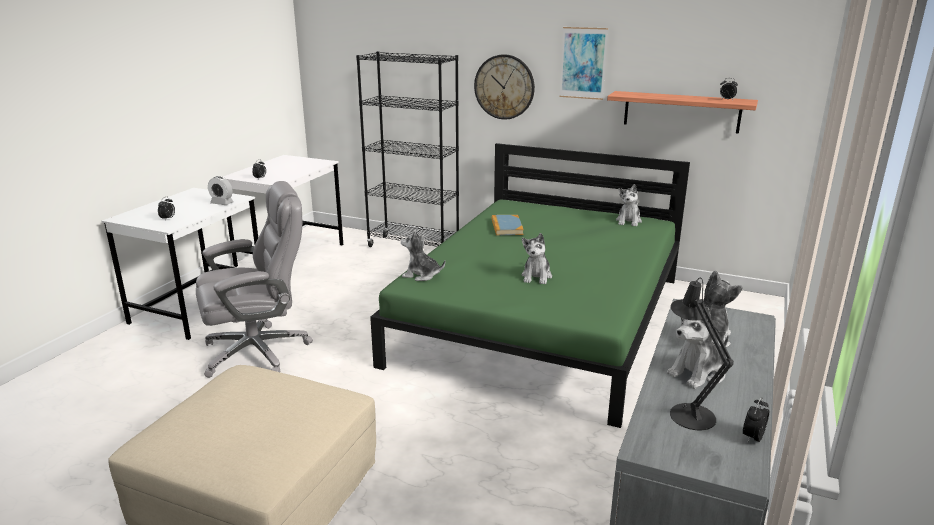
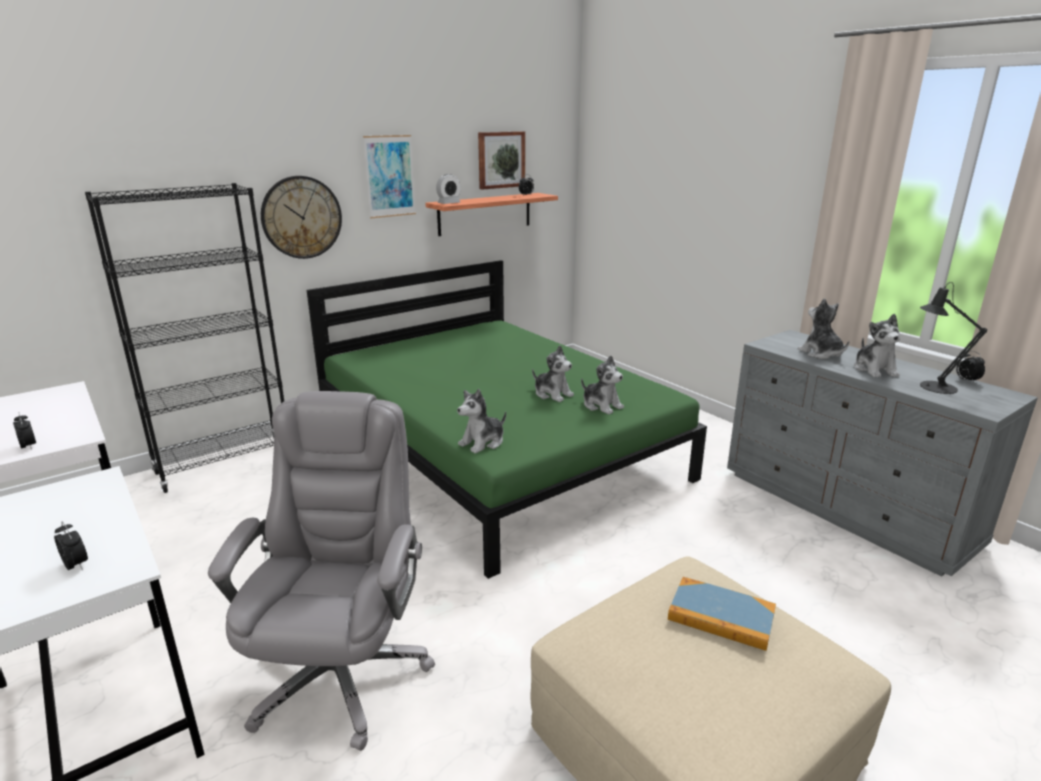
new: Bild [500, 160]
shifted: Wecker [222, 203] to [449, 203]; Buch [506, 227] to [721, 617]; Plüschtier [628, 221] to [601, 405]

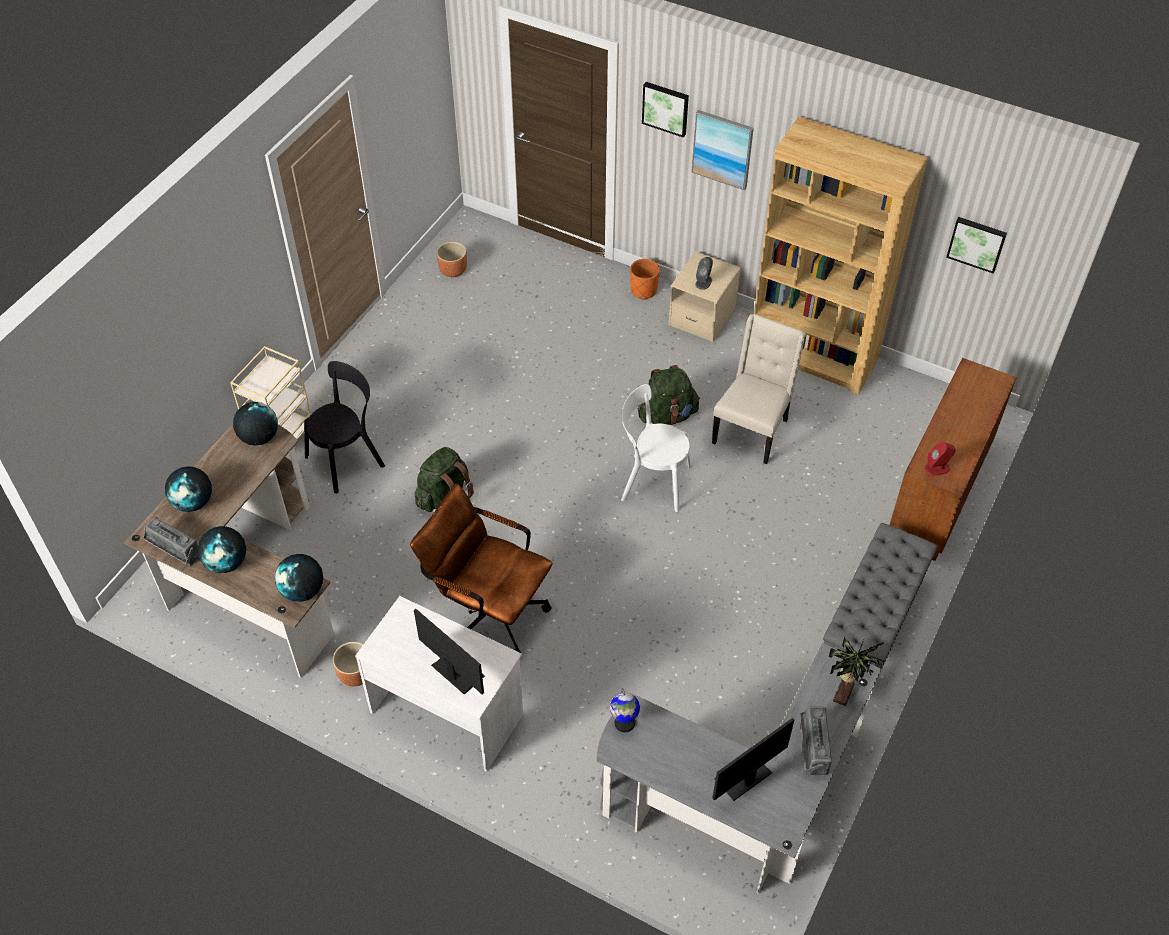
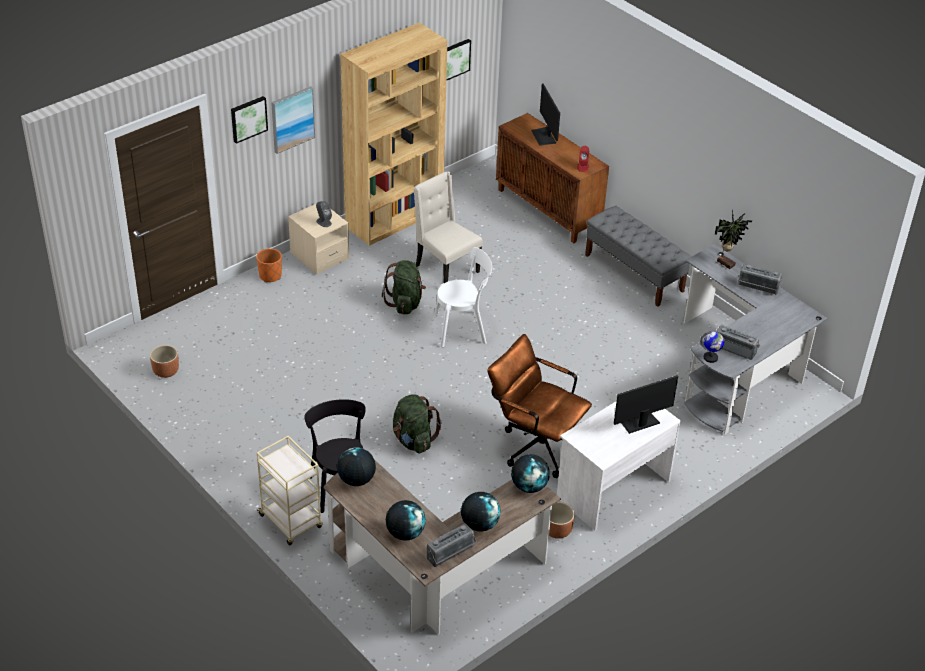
new: Radio [735, 348]
shifted: Monitor [743, 777] to [544, 136]
rotated: Bürostuhl [braun] [488, 611] = [534, 444] 75 degrees clockwise; Stuhl [weiß] [652, 482] = [463, 329] 135 degrees counterclockwise

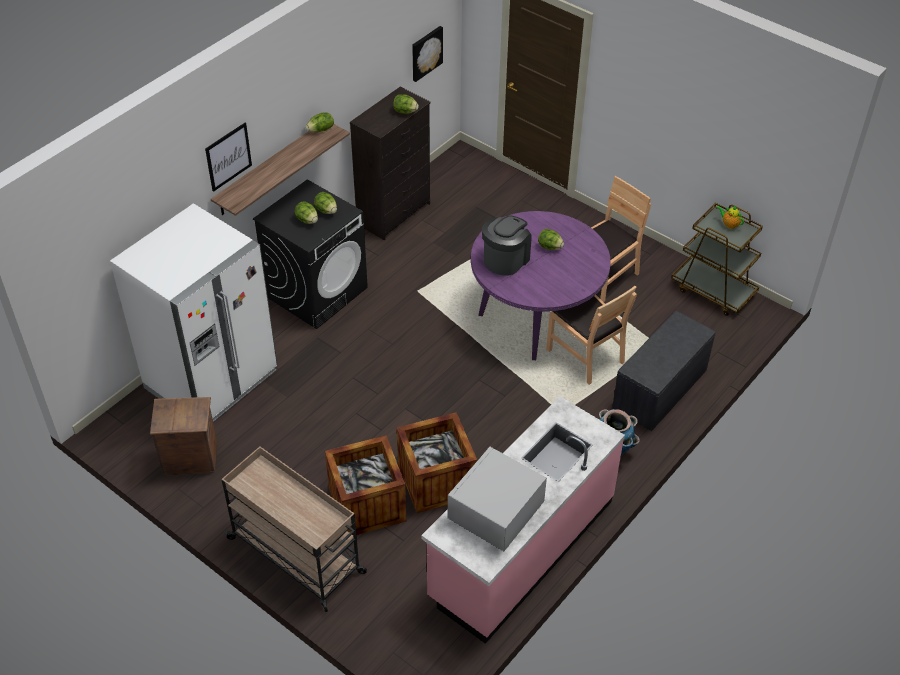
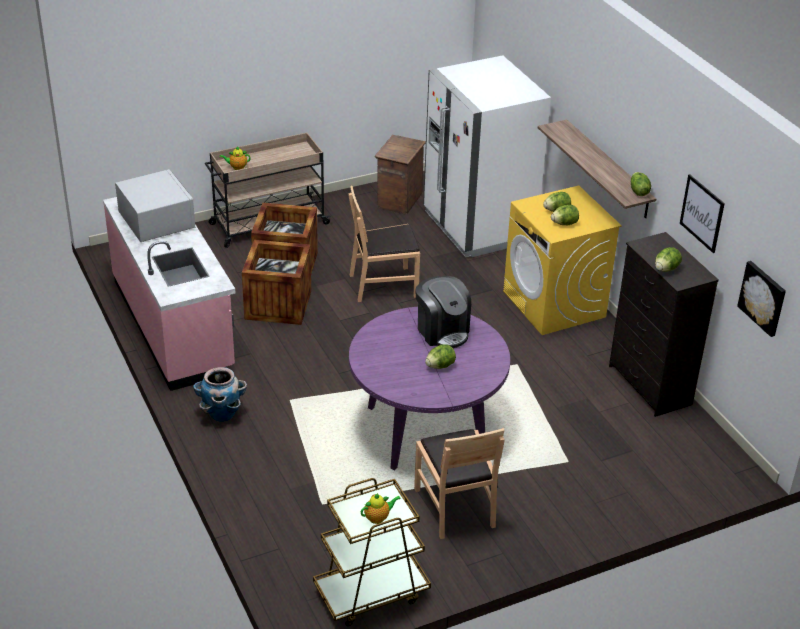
gone: Bank [grau] [660, 390]
new: Teekanne [237, 167]
shifted: Bild [228, 156] to [702, 213]; Stuhl [braun] [585, 355] to [383, 285]
repainted: Waschmaschine [schwarz] [317, 292] to Waschmaschine [gelb] [554, 304]

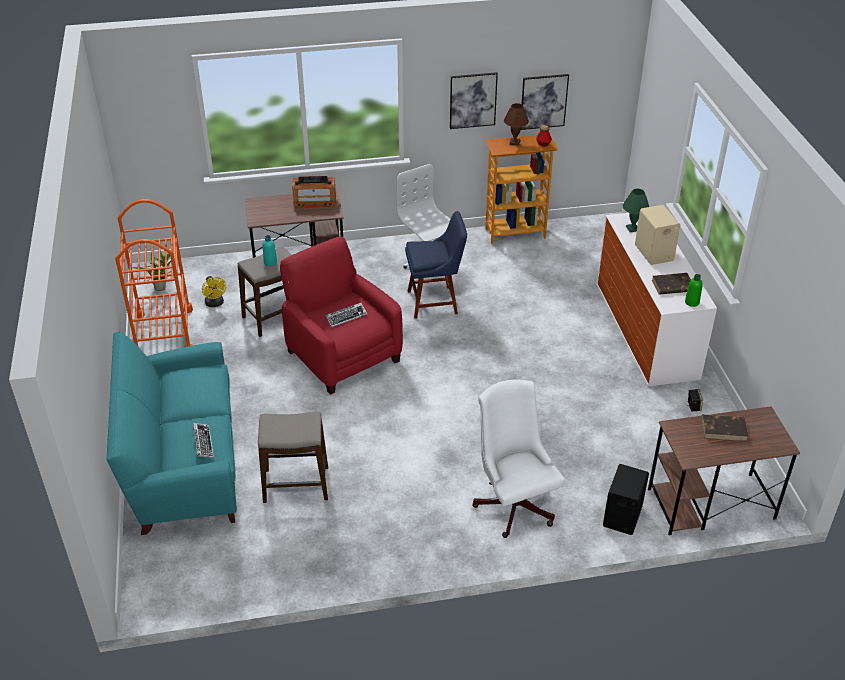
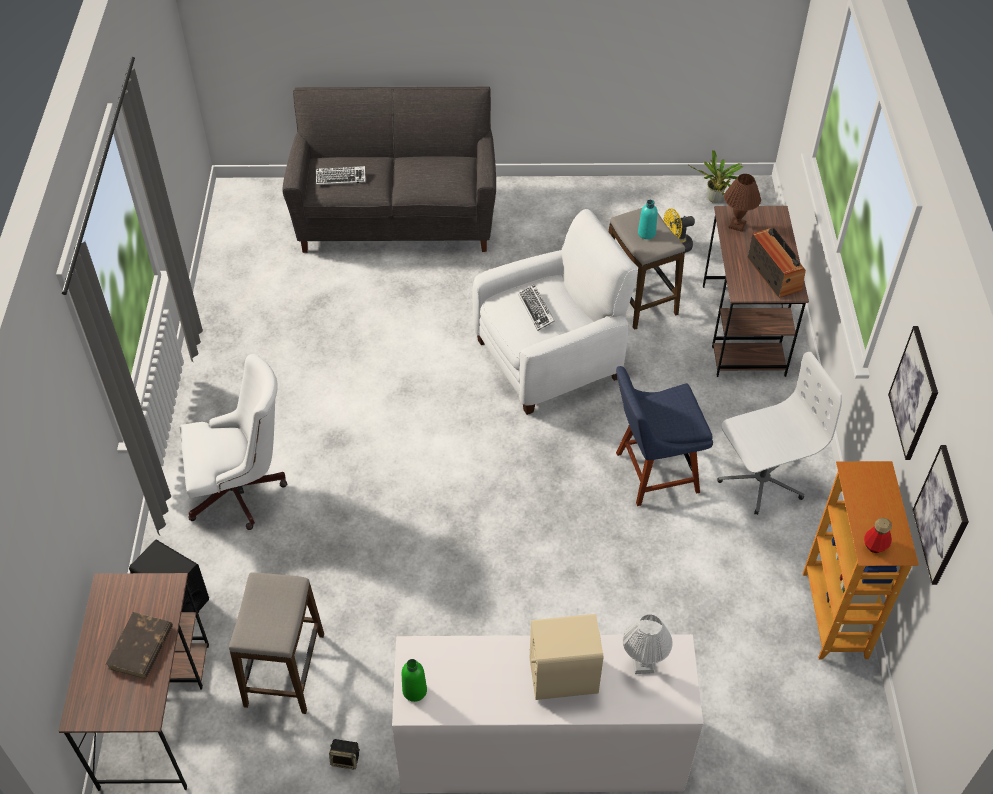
gone: Rollwagen [orange] [164, 333]; Buch [braun] [672, 286]
shifted: Hocker [296, 485] to [285, 670]; Tischlampe [braun] [515, 142] to [737, 225]
repainted: Sofa [türkis] [184, 465] to Sofa [grau] [397, 217]; Sessel [rot] [342, 355] to Sessel [weiß] [550, 358]; Tischlampe [grün] [632, 229] to Tischlampe [weiß] [642, 664]
rotated: Radio [314, 201] = [774, 274] 150 degrees clockwise; Stuhl [blau] [435, 302] = [652, 473] 75 degrees clockwise

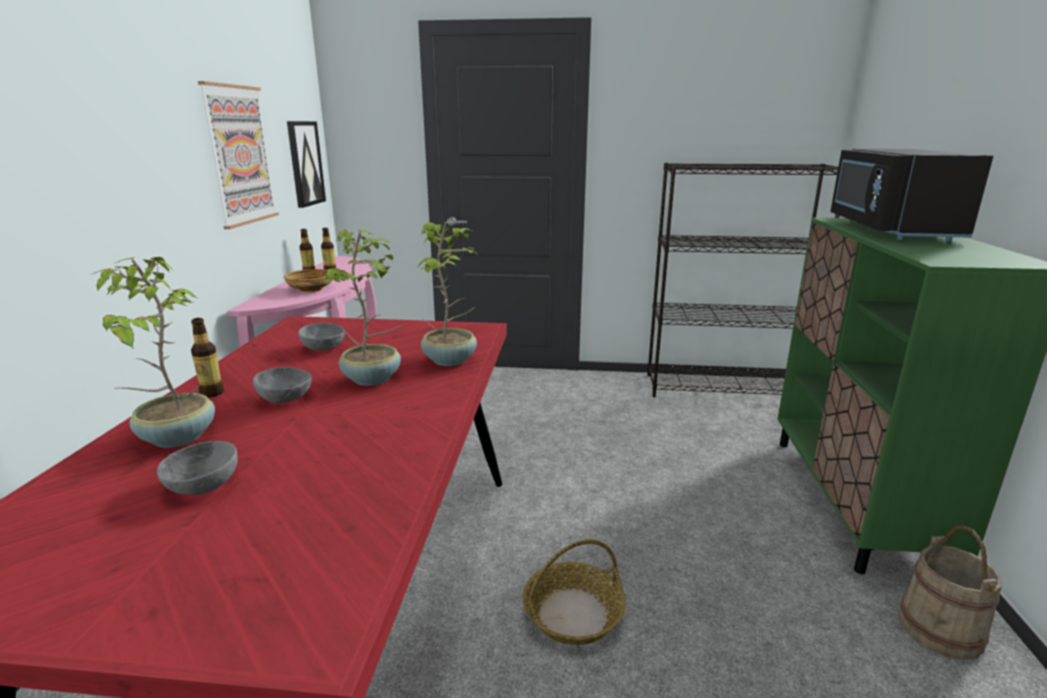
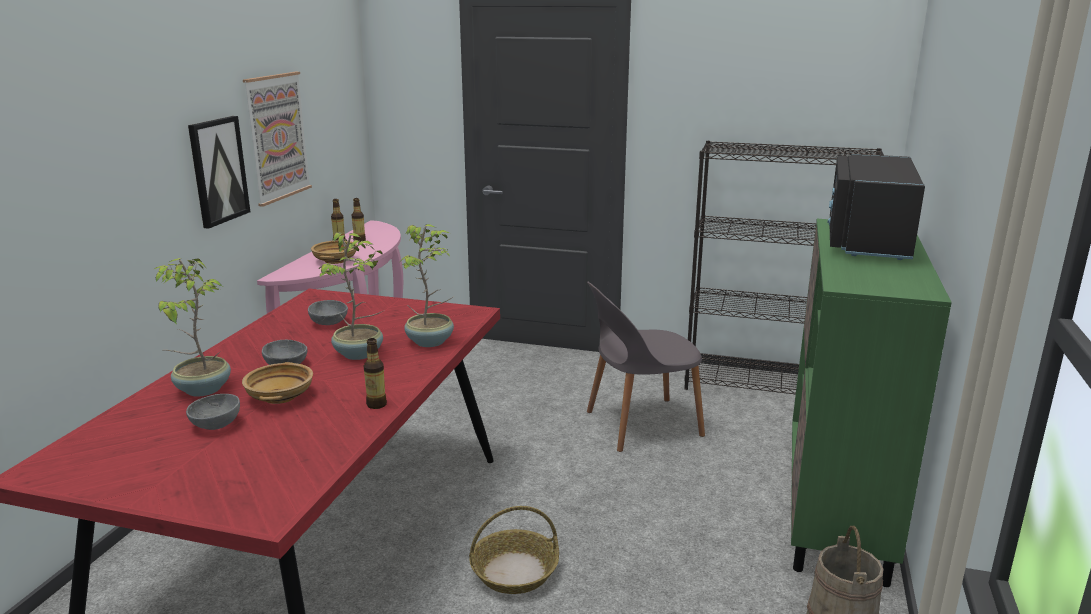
new: Schüssel [beige] [280, 397]; Stuhl [grau] [640, 424]
shifted: Flasche [212, 393] to [376, 405]; Bild [305, 163] to [218, 171]

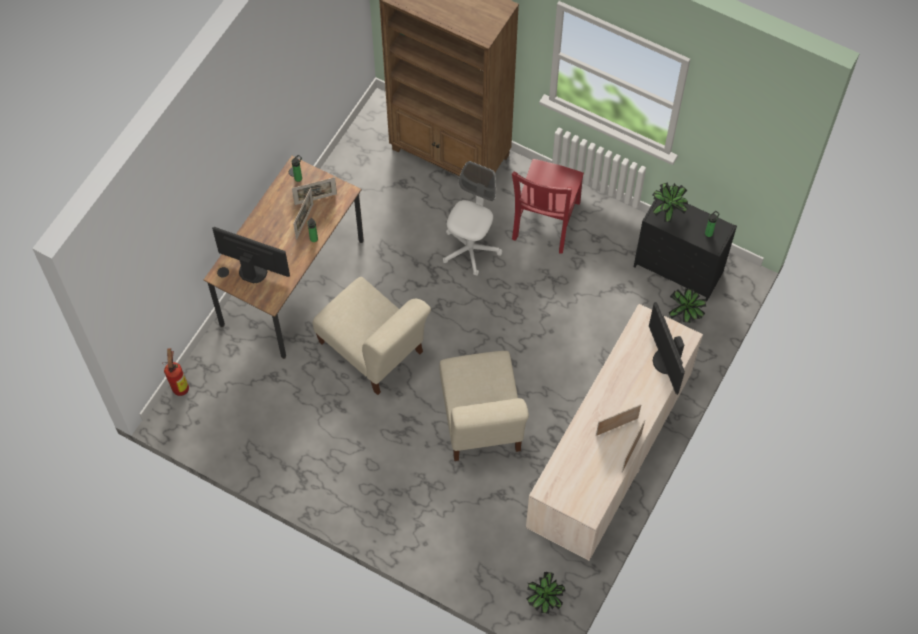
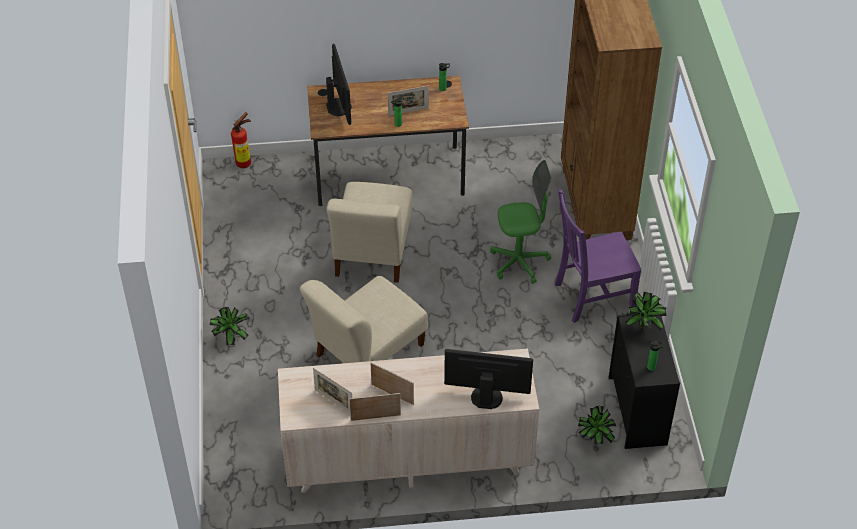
shifted: Bilderrahmen [315, 199] to [334, 402]; Topfpflanze [543, 601] to [231, 338]
repainted: Bürostuhl [weiß] [470, 249] to Bürostuhl [grün] [519, 262]; Stuhl [rot] [545, 223] to Stuhl [lila] [591, 296]
rotated: Monitor [665, 361] = [486, 396] 60 degrees clockwise

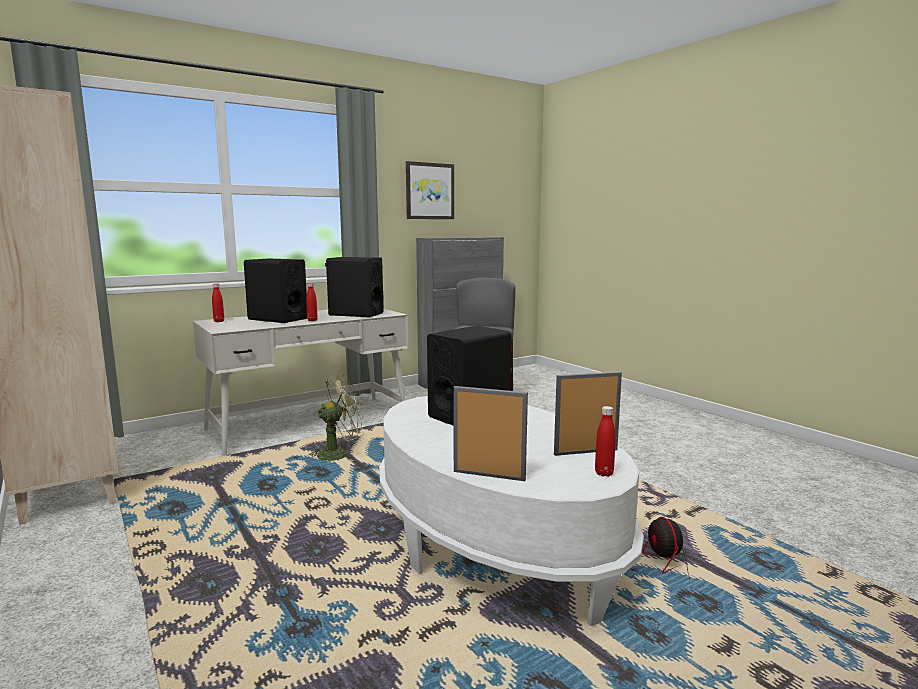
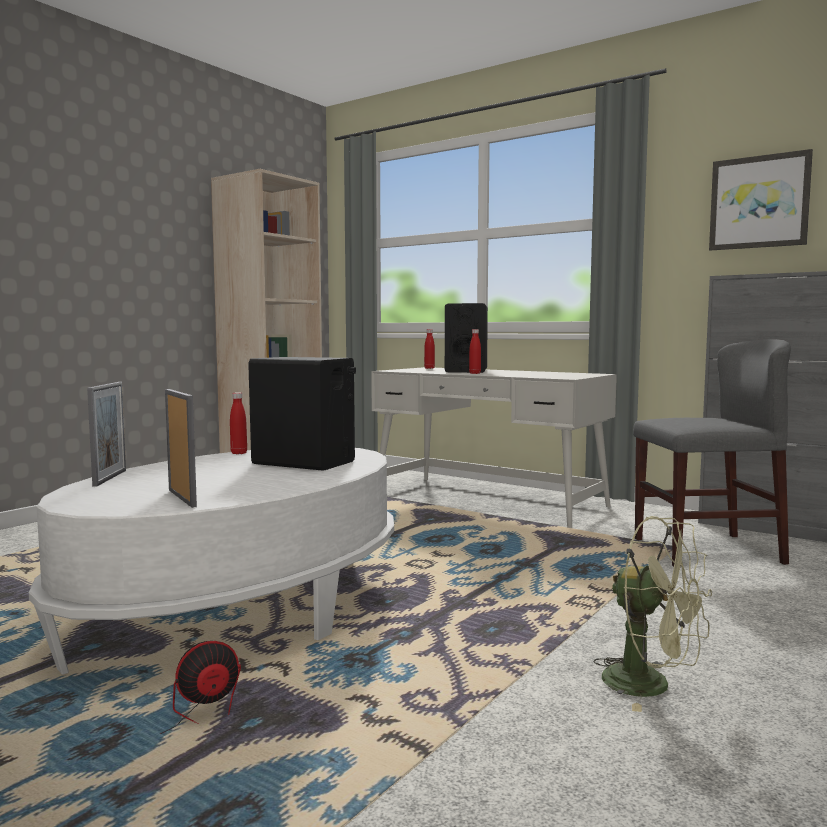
gone: Lautsprecher [schwarz] [356, 314]
shifted: Ventilator [grün] [339, 453] to [651, 686]; Flasche [rot] [604, 473] to [239, 453]

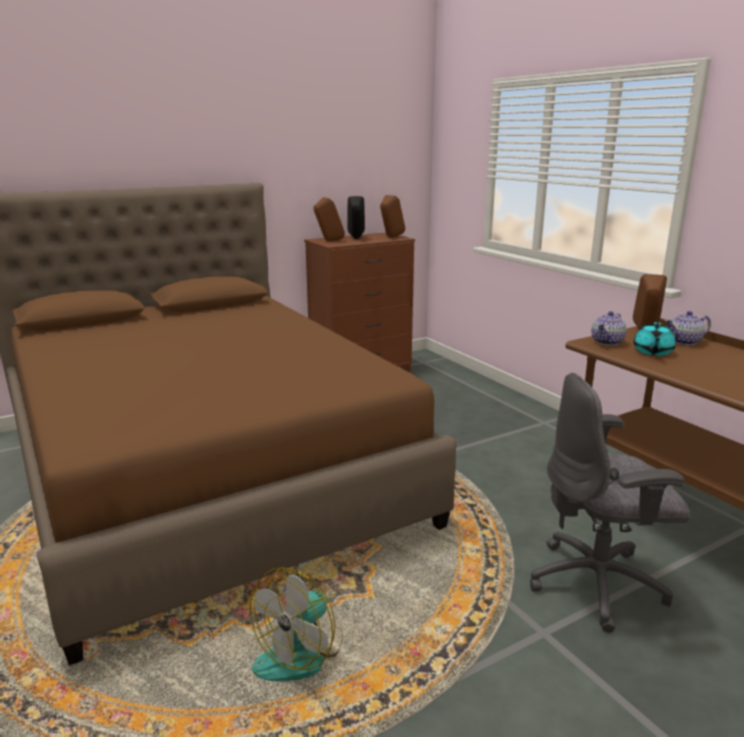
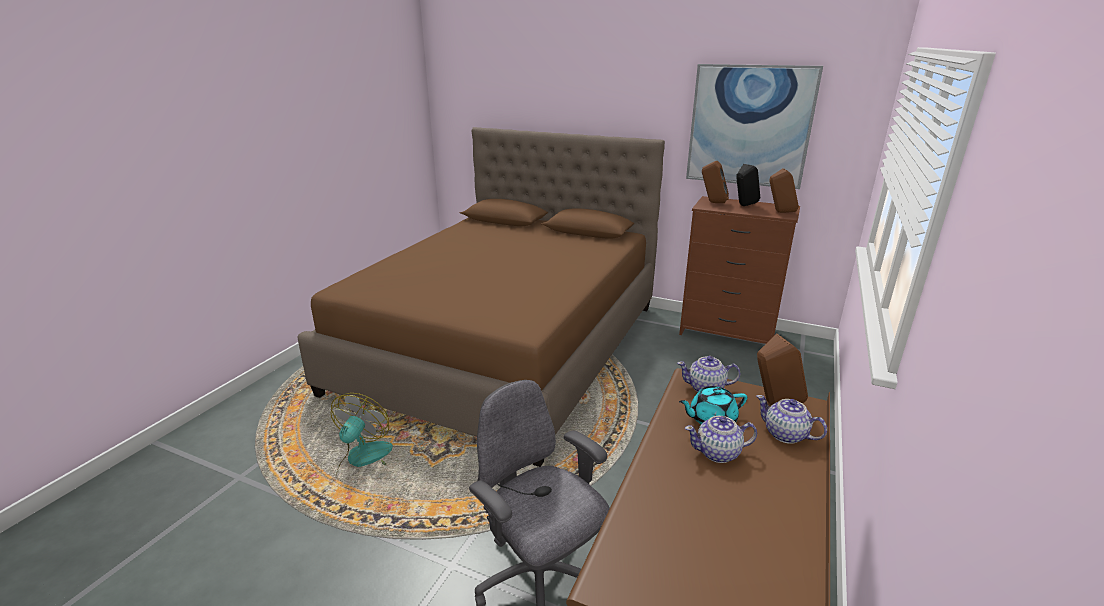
new: Teekanne [718, 453]; Bild [749, 126]
rotated: Ventilator [301, 653] = [364, 461] 105 degrees clockwise

